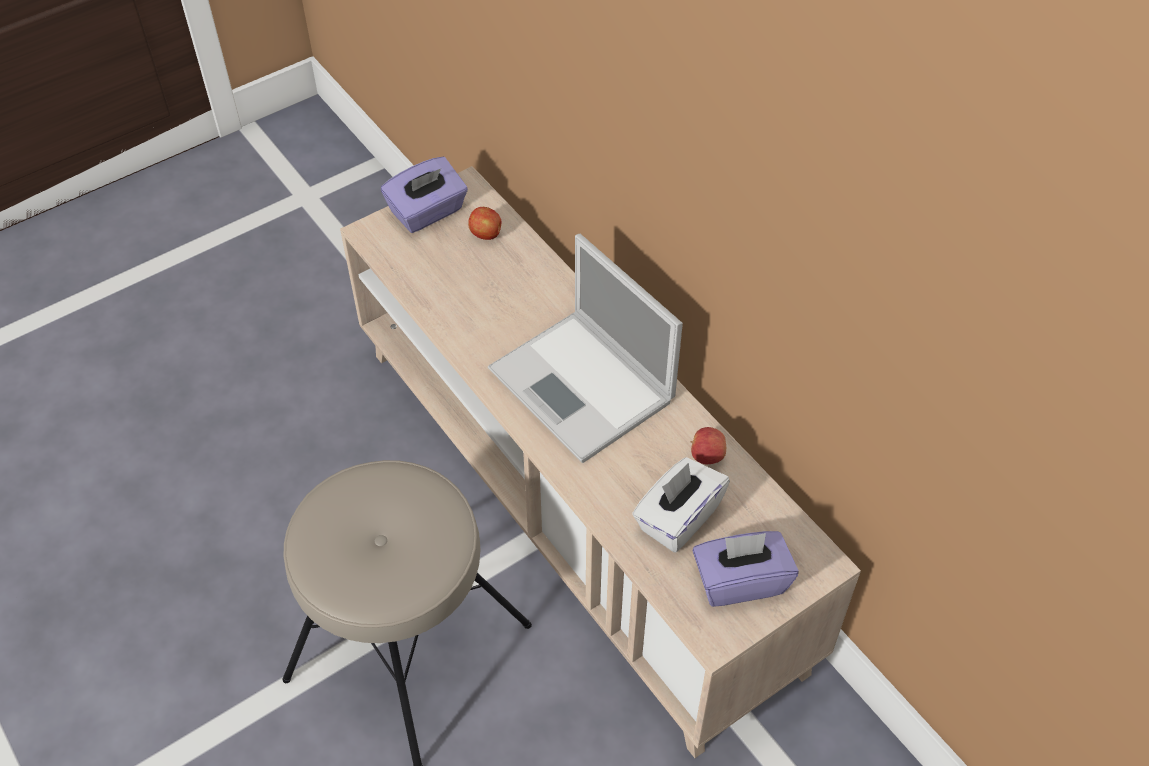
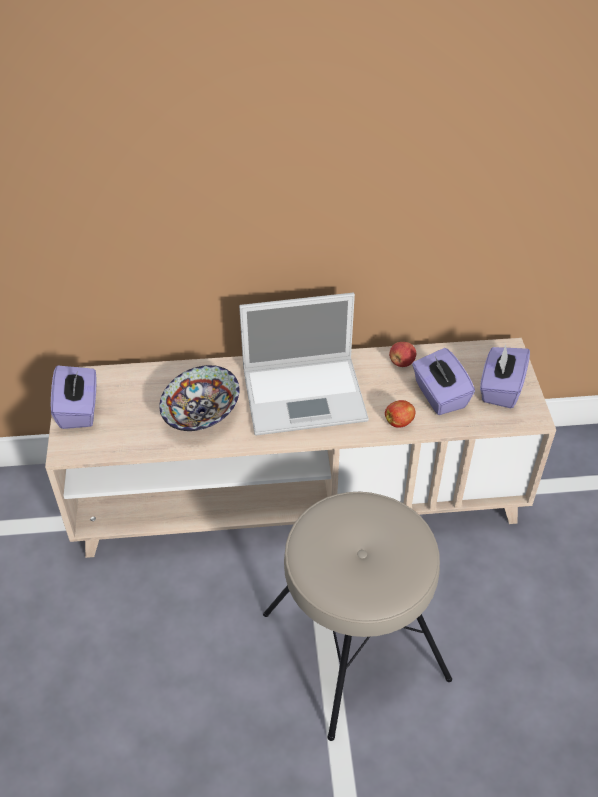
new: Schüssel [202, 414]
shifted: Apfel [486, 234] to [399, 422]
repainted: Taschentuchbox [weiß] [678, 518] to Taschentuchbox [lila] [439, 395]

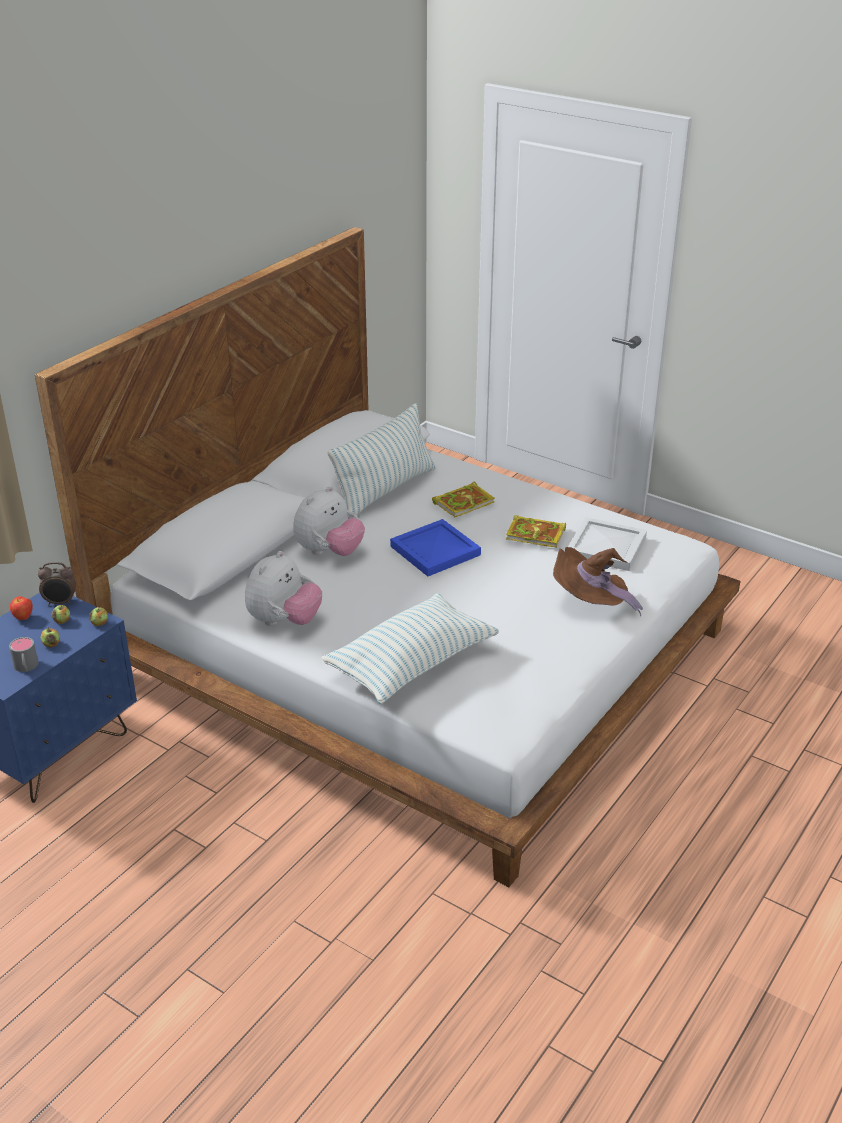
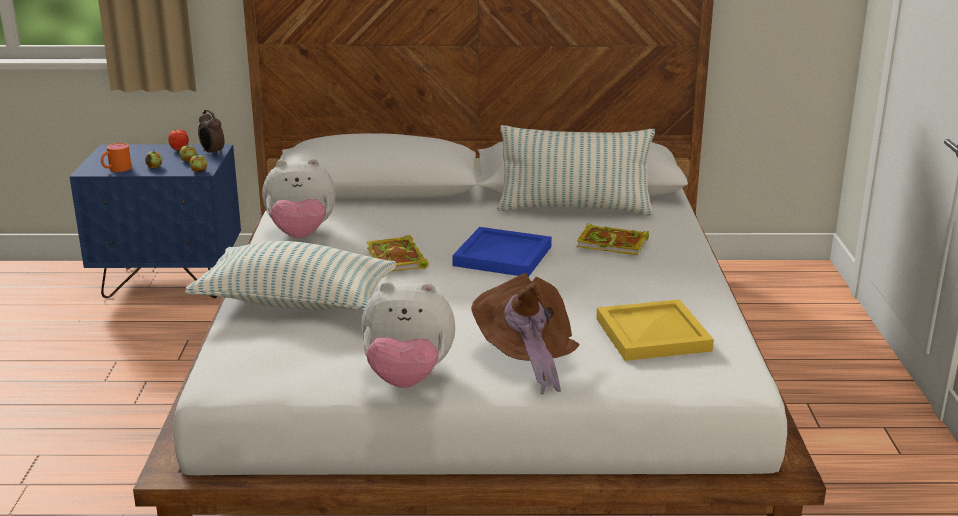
shifted: Plüschtier [329, 552] to [407, 378]; Buch [537, 534] to [397, 259]
repainted: Henkelbecher [grau] [26, 668] to Henkelbecher [orange] [116, 169]; Tablett [weiß] [605, 546] to Tablett [gelb] [653, 333]

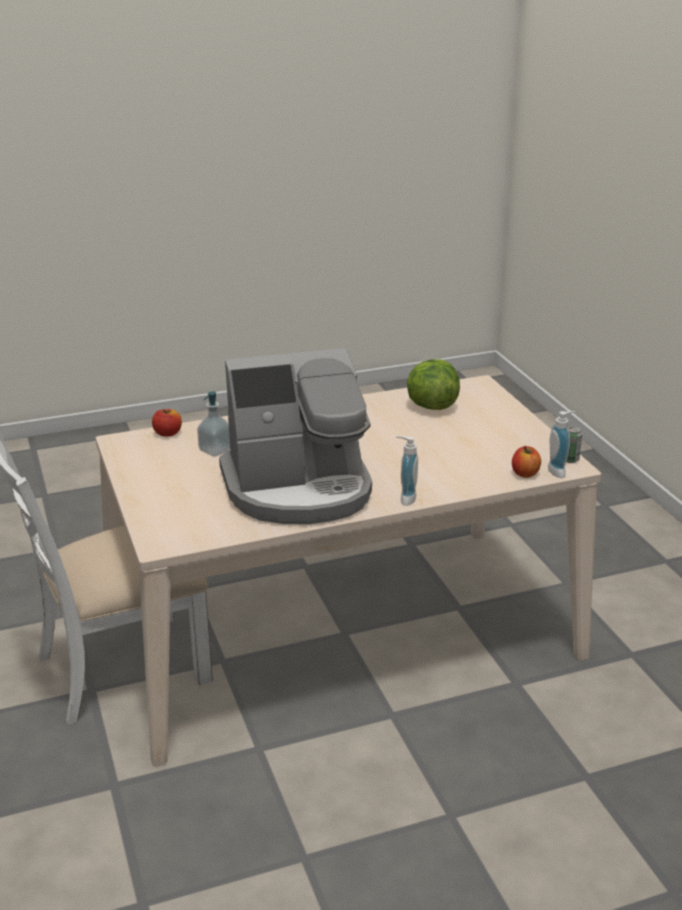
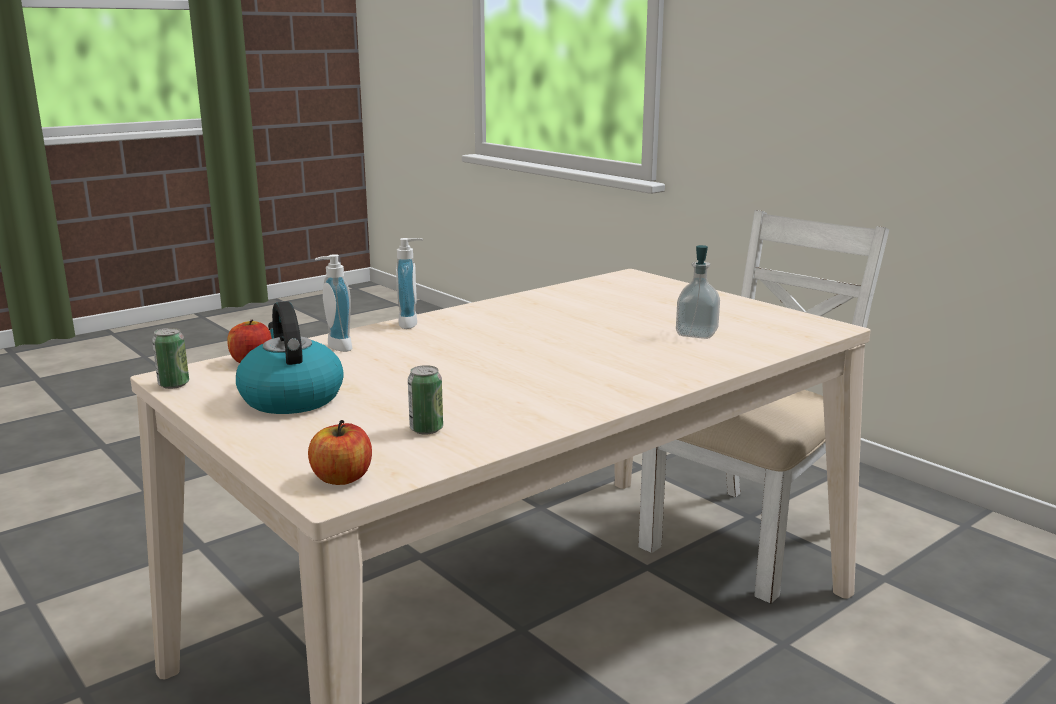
gone: Kaffeemaschine [299, 489]
new: Wasserkessel [291, 398]
shifted: Apfel [167, 433] to [342, 478]; Seifenspender [559, 471] to [335, 347]
swapped: Salatkopf [431, 406] to Dose [426, 429]

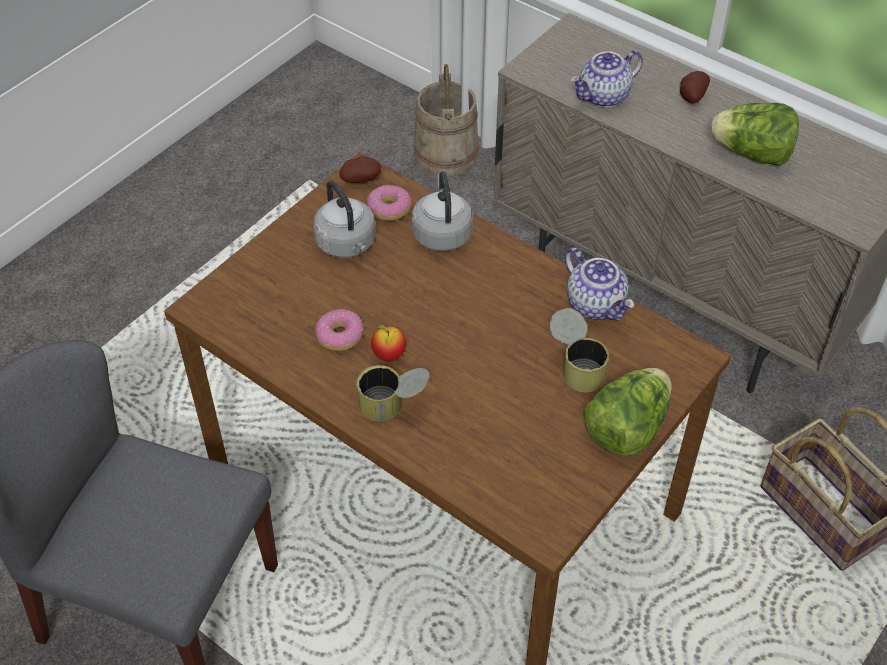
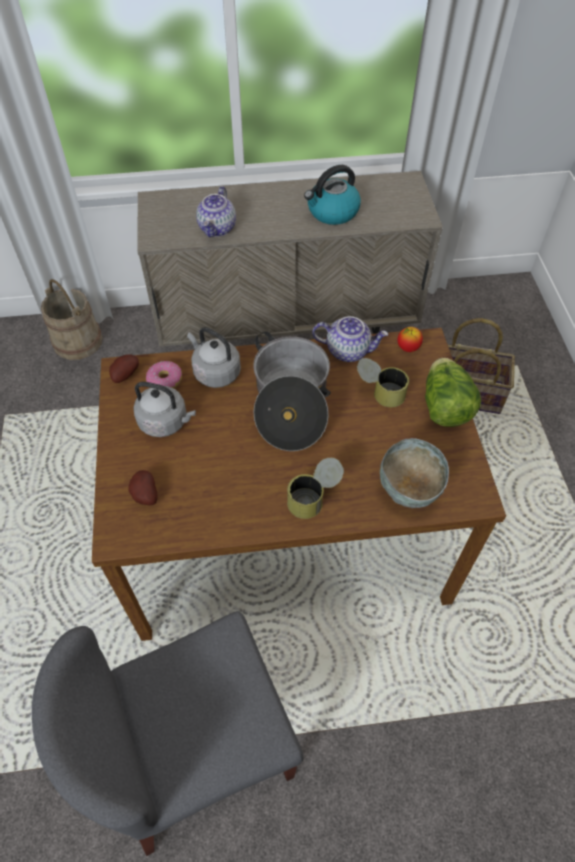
gone: Donut [340, 335]
new: Kochtopf [290, 403]; Schüssel [grau] [408, 493]
shifted: Apfel [389, 355] to [408, 348]; Kartoffel [690, 97] to [144, 495]
swapped: Salatkopf [752, 154] to Wasserkessel [332, 212]

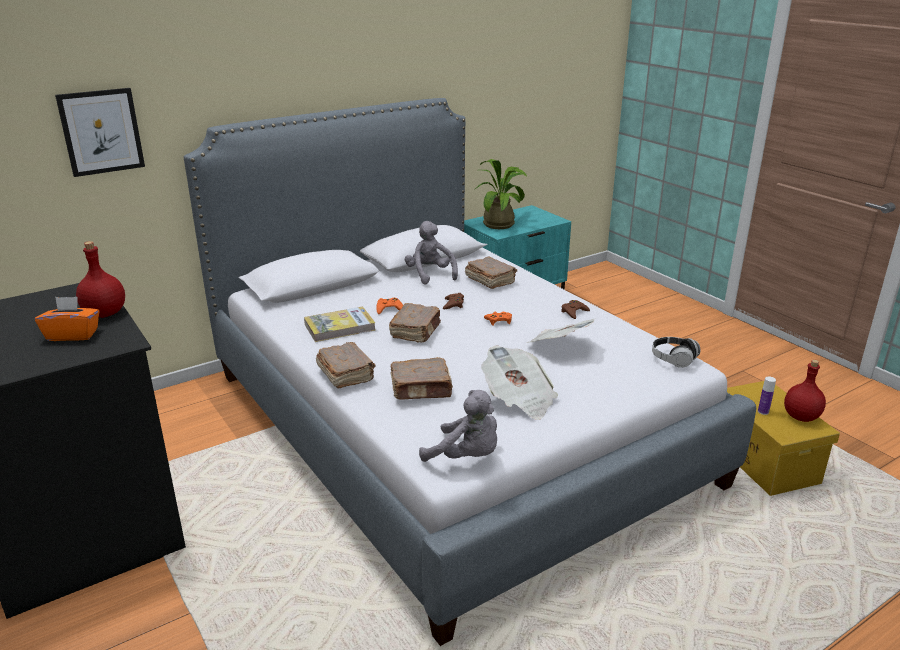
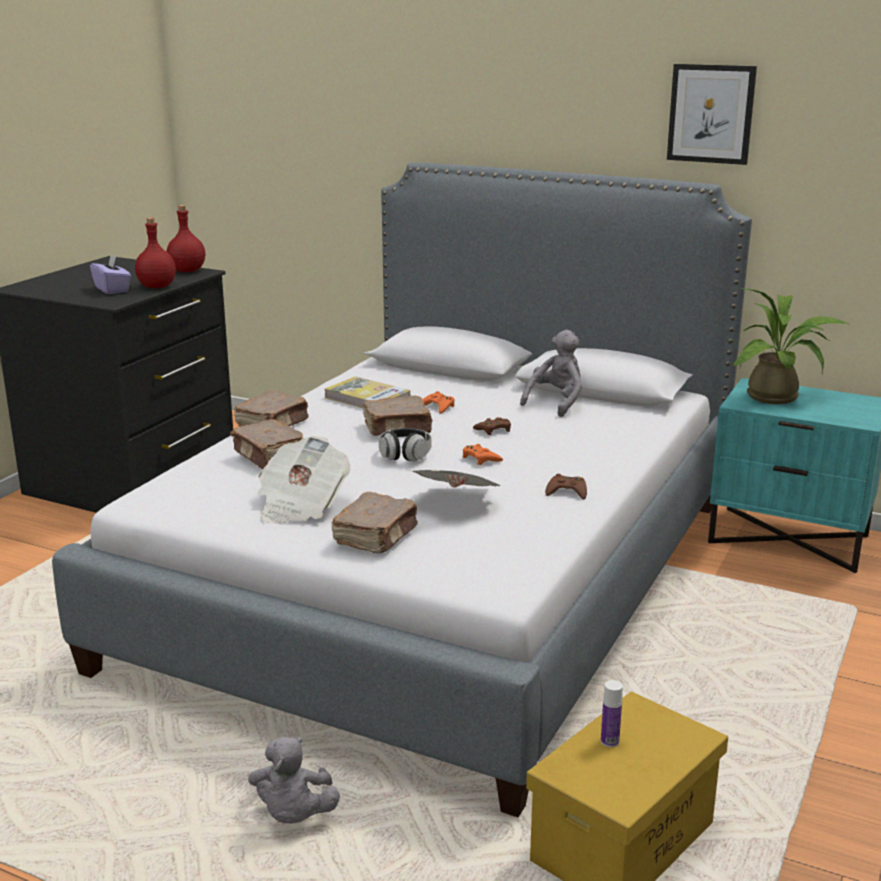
shifted: Bild [101, 131] to [711, 114]; Plüschtier [grau] [466, 457] to [294, 815]; Buch [braun] [490, 280] to [376, 536]; Kopfhörer [673, 359] to [405, 455]; Flasche [rot] [801, 417] to [186, 271]
repainted: Taschentuchbox [orange] [73, 335] to Taschentuchbox [lila] [112, 289]

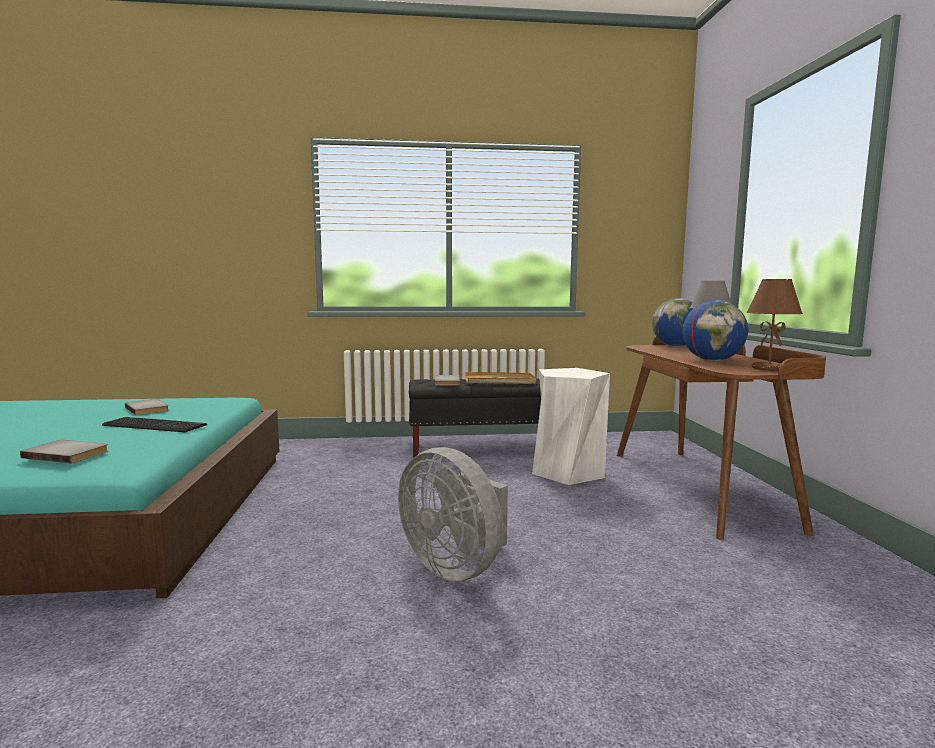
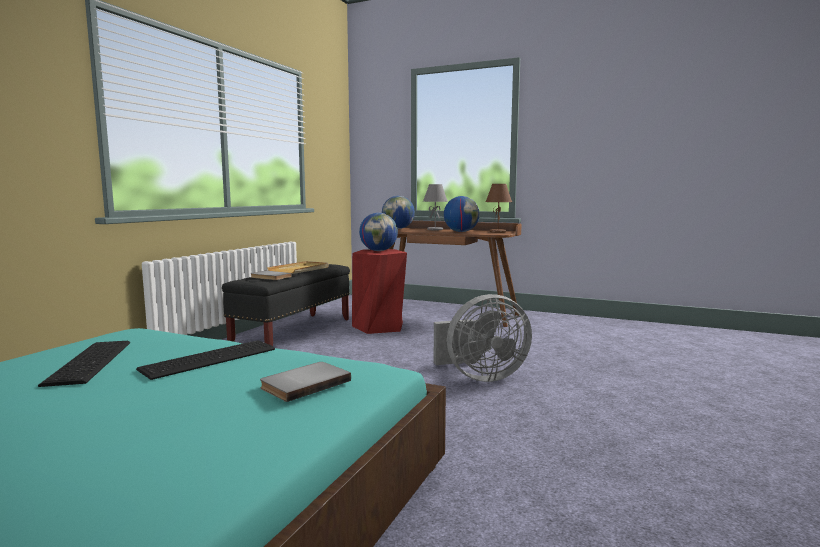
new: Globus [378, 251]
swapped: Buch [grau] [149, 409] to Tastatur [93, 361]
repainted: Hocker [weiß] [567, 472] to Hocker [rot] [379, 326]

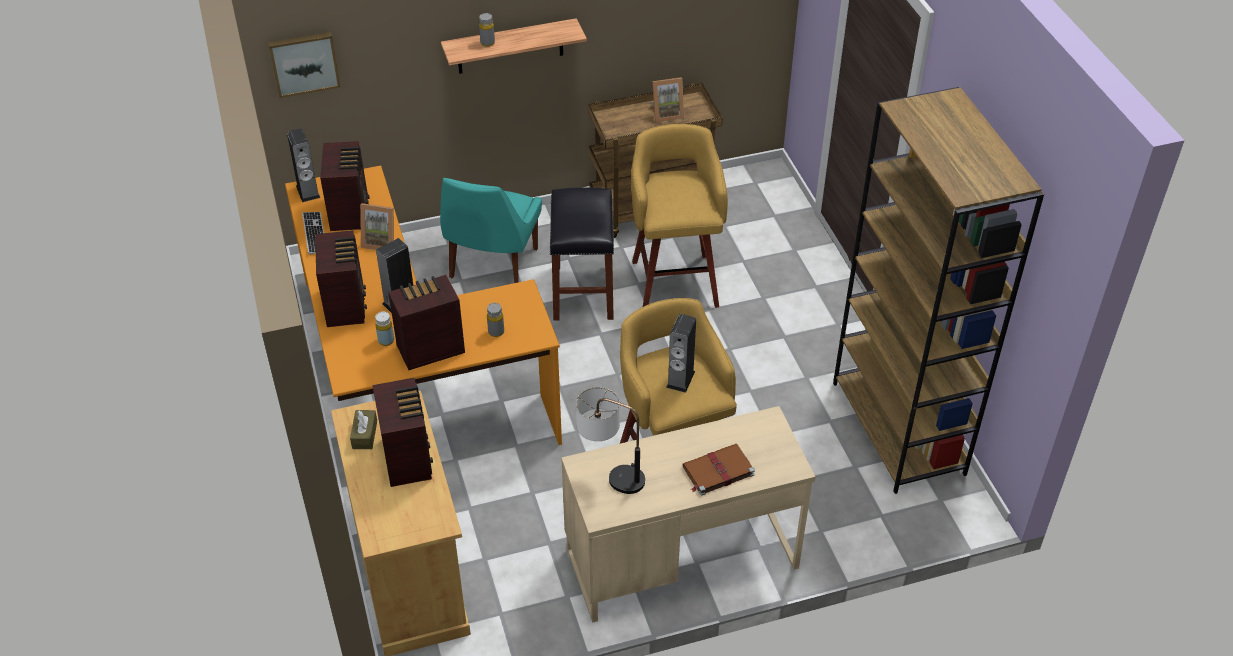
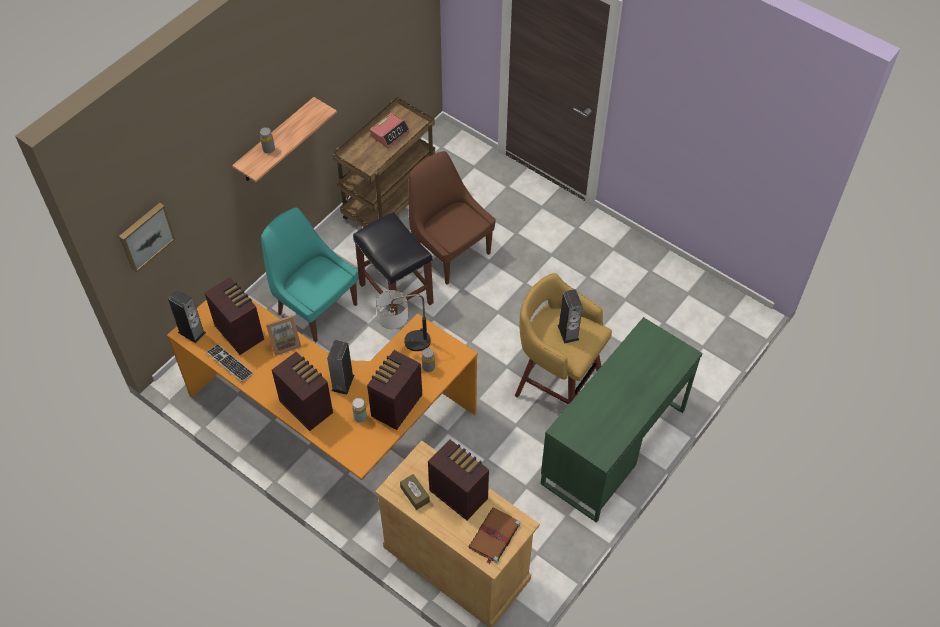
gone: Bücherregal [braun] [899, 428]
shifted: Tischlampe [610, 474] to [404, 343]; Buch [braun] [717, 471] to [494, 537]
swapped: Hocker [gelb] [674, 281] to Stuhl [braun] [449, 251]; Bilderrahmen [666, 114] to Wecker [390, 133]
repainted: Schreibtisch [beige] [681, 558] to Schreibtisch [grün] [613, 446]
rotated: Stuhl [türkis] [492, 265] = [315, 307] 150 degrees clockwise

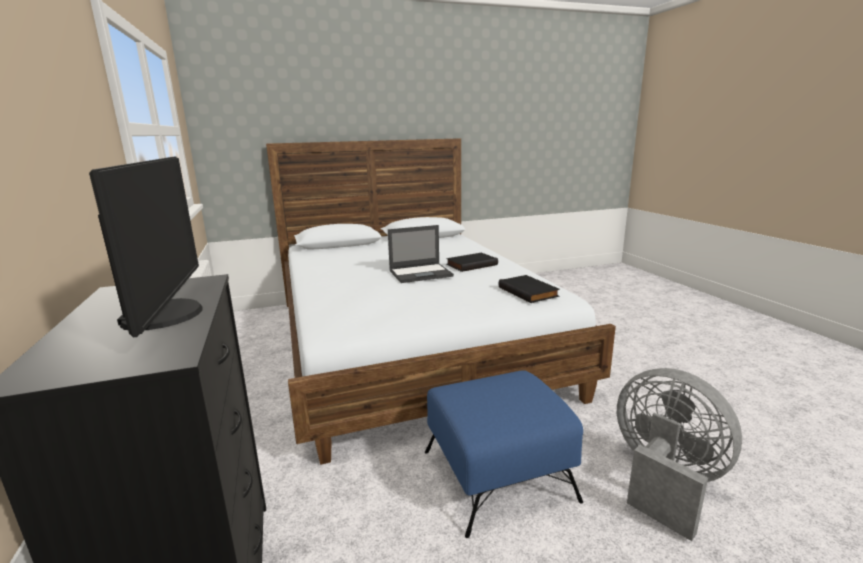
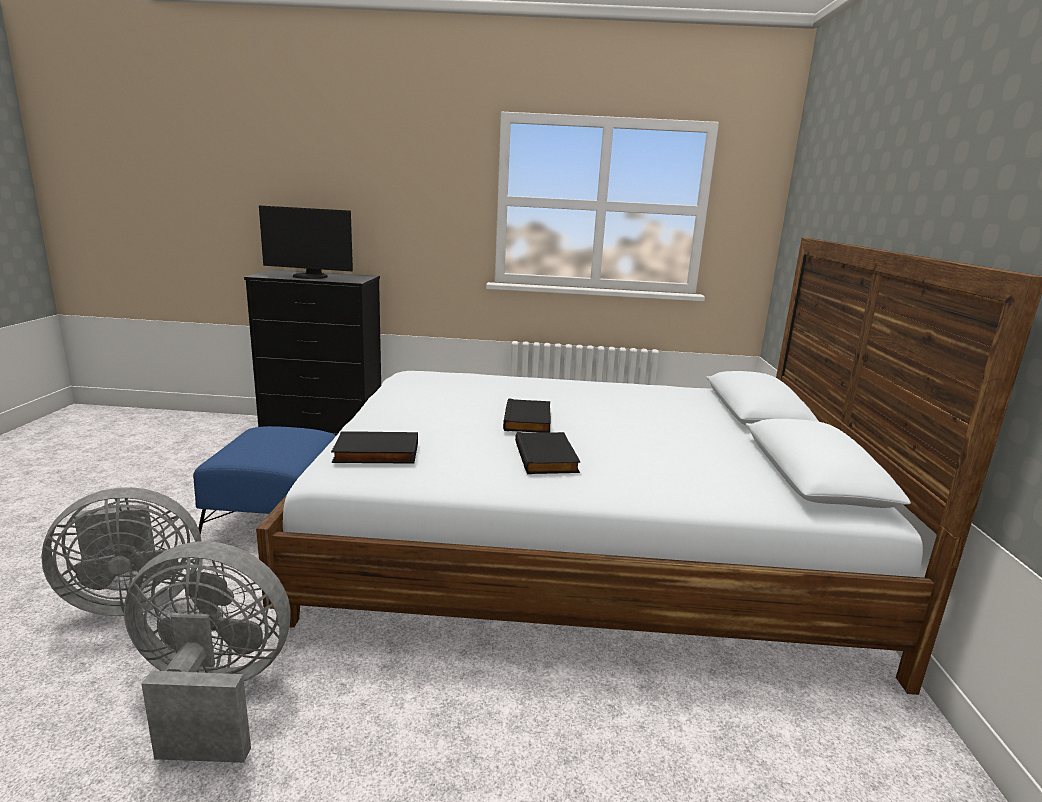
new: Ventilator [grau] [213, 695]
swapped: Laptop [421, 273] to Buch [schwarz] [529, 420]

